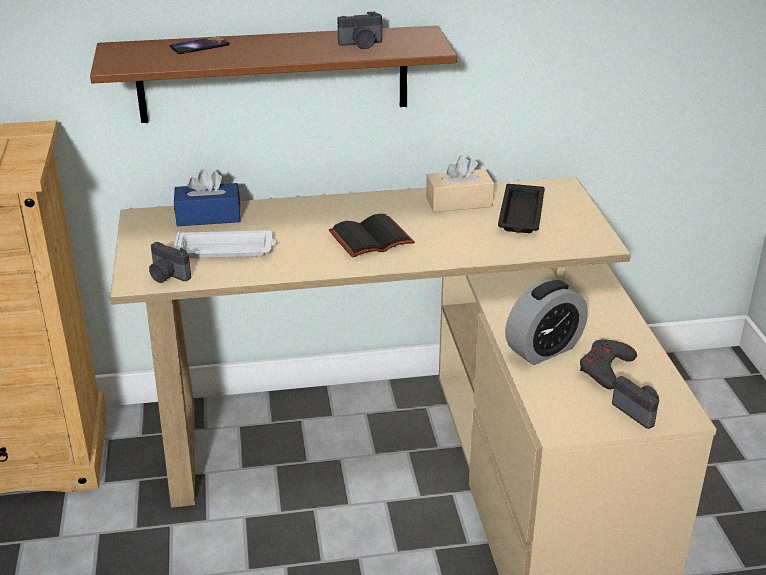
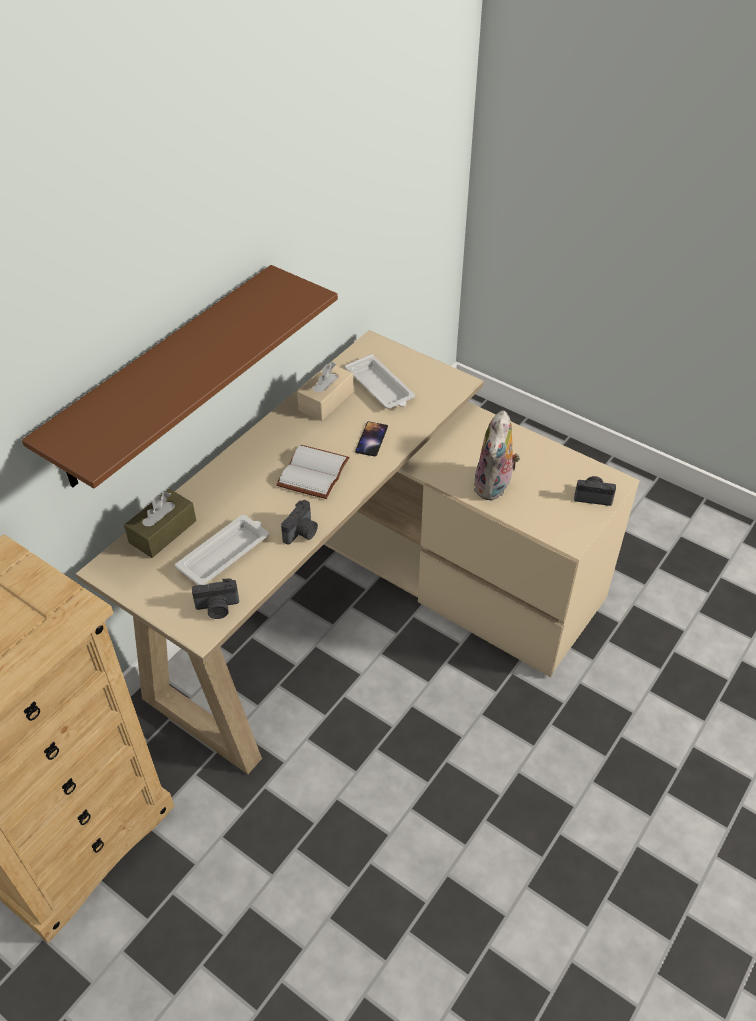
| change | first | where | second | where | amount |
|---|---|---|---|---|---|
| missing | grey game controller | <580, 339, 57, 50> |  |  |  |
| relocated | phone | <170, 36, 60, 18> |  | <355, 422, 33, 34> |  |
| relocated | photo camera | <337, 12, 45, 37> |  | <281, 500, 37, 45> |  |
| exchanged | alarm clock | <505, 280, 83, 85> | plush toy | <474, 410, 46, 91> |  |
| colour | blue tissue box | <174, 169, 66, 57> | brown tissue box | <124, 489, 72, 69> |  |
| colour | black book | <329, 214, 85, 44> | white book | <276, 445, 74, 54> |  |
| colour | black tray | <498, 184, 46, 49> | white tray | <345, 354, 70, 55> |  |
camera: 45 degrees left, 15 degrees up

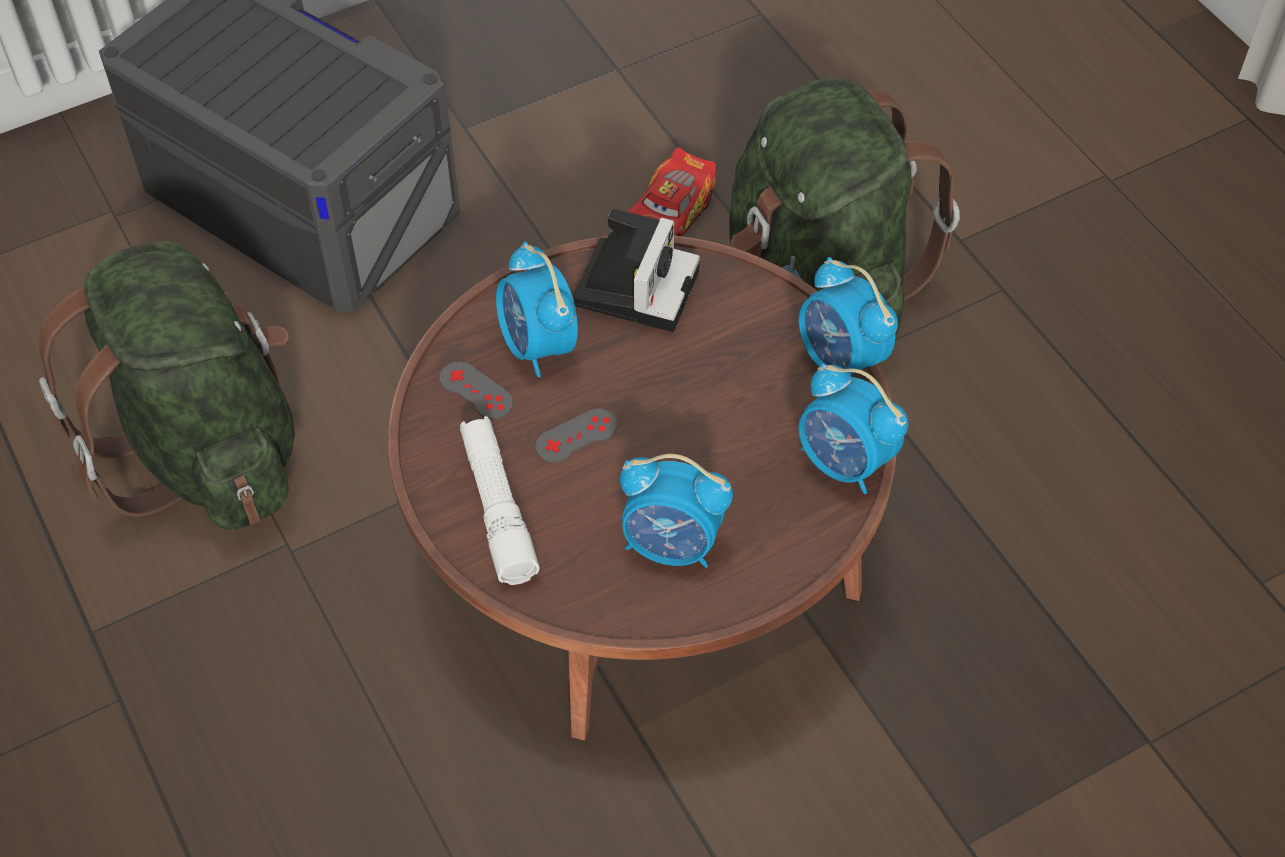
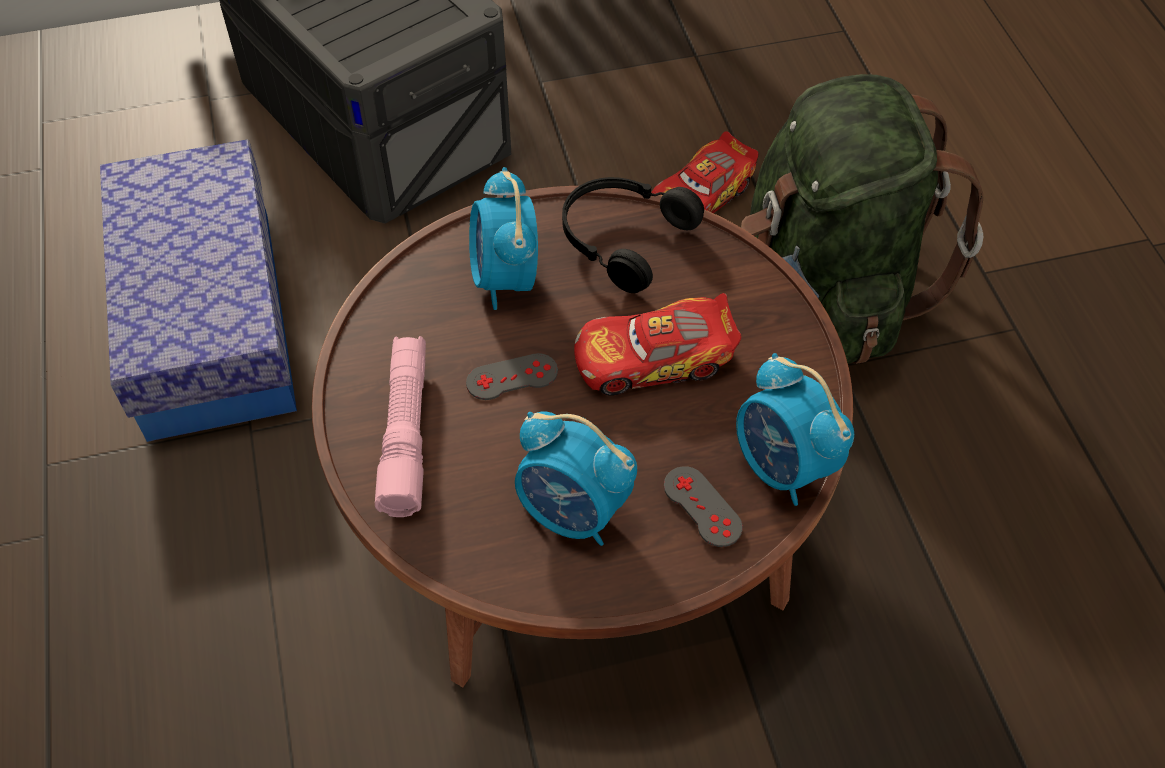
| change | first | where | second | where | amount |
|---|---|---|---|---|---|
| missing | alarm clock | <799, 257, 99, 119> |  |  |  |
| appeared |  |  | toy car | <574, 293, 167, 102> |  |
| relocated | grey game controller | <439, 362, 74, 57> |  | <664, 466, 79, 81> |  |
| exchanged | green backpack | <38, 241, 257, 289> | storage box | <100, 139, 197, 303> |  |
| exchanged | photo camera | <573, 209, 127, 123> | black headphones | <562, 177, 142, 116> |  |
| colour | white flashlight | <460, 416, 80, 169> | pink flashlight | <375, 336, 51, 181> |  |
camera: 15 degrees right, 0 degrees up

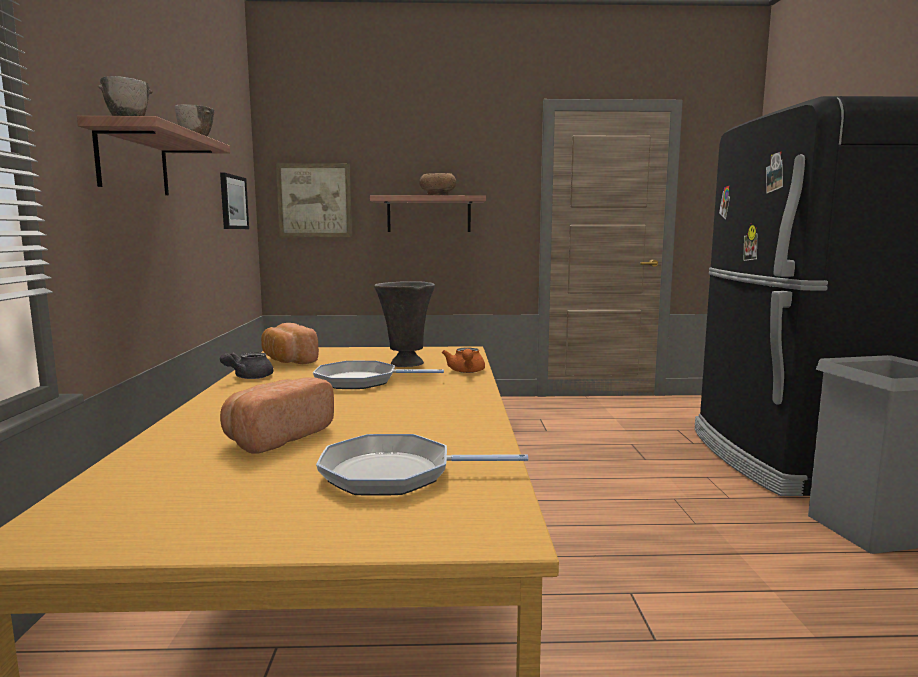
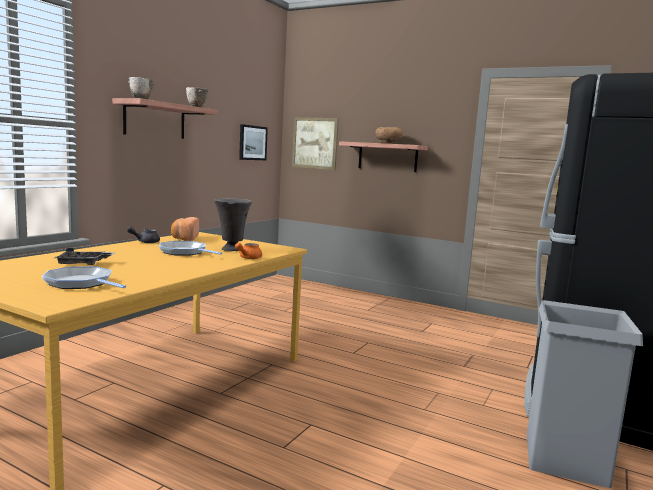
| change | first | where | second | where | amount |
|---|---|---|---|---|---|
| exchanged | bread | <220, 377, 114, 77> | grey tray | <54, 248, 62, 17> |  |
camera: 30 degrees right, 0 degrees up

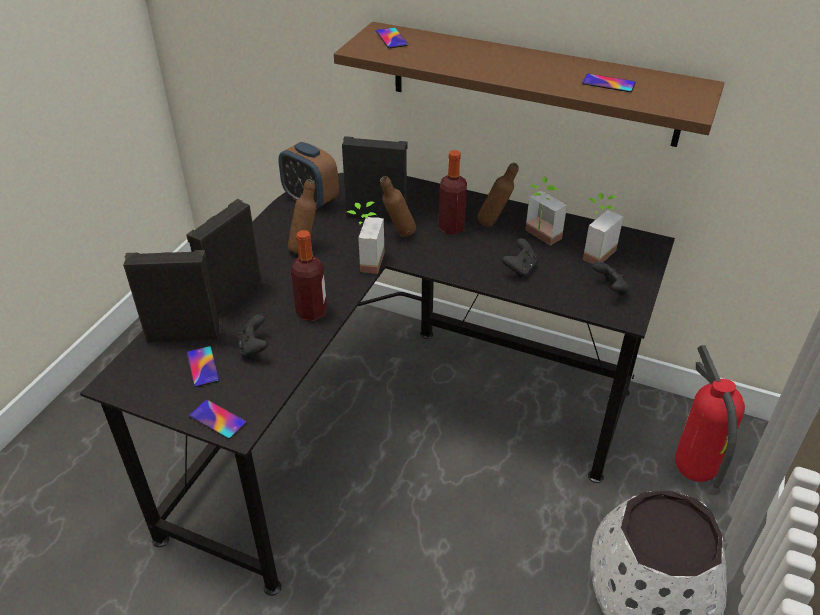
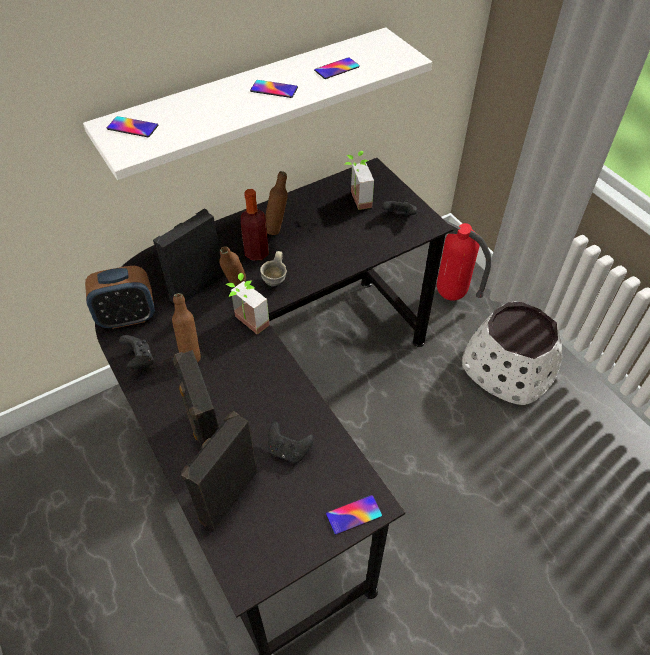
| change | first | where | second | where | amount |
|---|---|---|---|---|---|
| missing | bottle | <291, 230, 36, 91> |  |  |  |
| missing | potted plant | <525, 177, 42, 69> |  |  |  |
| appeared |  |  | grey mug | <260, 251, 27, 36> |  |
| relocated | phone | <187, 346, 32, 41> |  | <250, 80, 48, 18> |  |
| relocated | black game controller | <502, 238, 35, 39> |  | <119, 335, 35, 34> |  |
| colour | brown shelf | <334, 22, 391, 125> | white shelf | <83, 27, 349, 153> |  |
camera: 55 degrees left, 10 degrees up

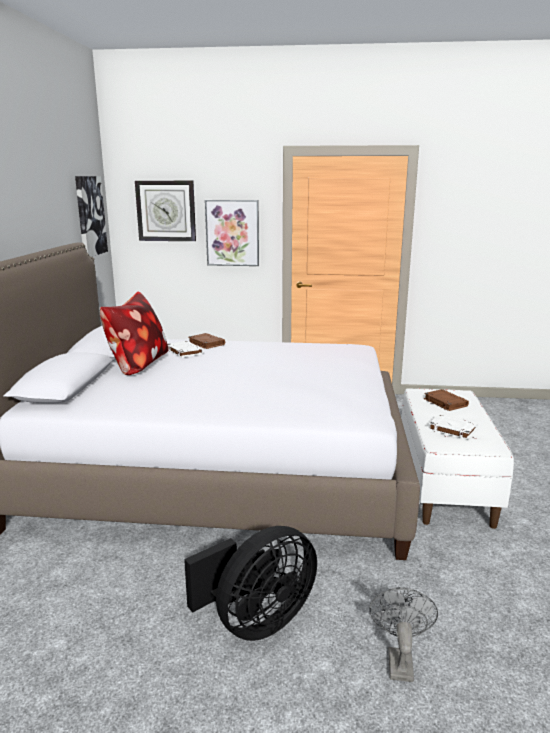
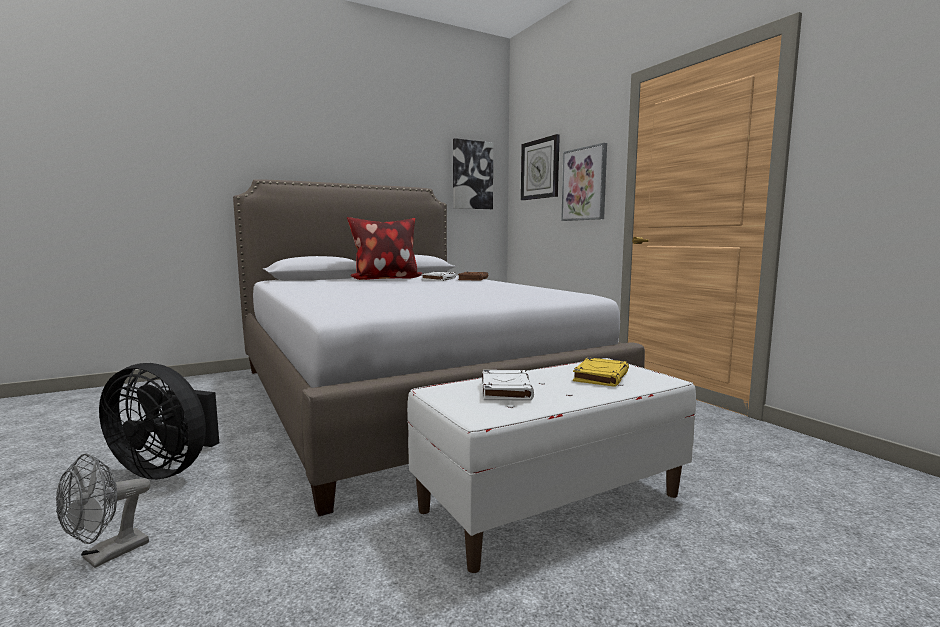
| change | first | where | second | where | amount |
|---|---|---|---|---|---|
| colour | brown book | <424, 389, 45, 22> | yellow book | <573, 357, 56, 30> |  |
| spun | grey fan | <369, 587, 69, 95> |  | <56, 454, 95, 114> | 150 degrees clockwise |
camera: 55 degrees right, 10 degrees down

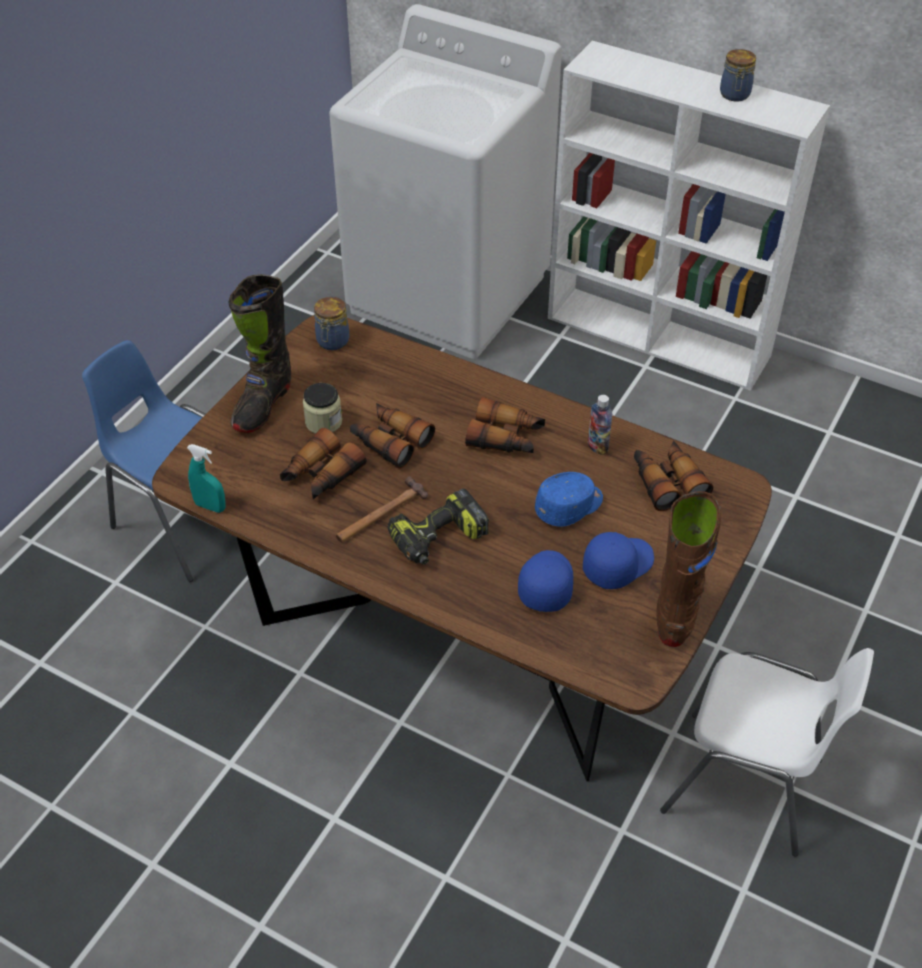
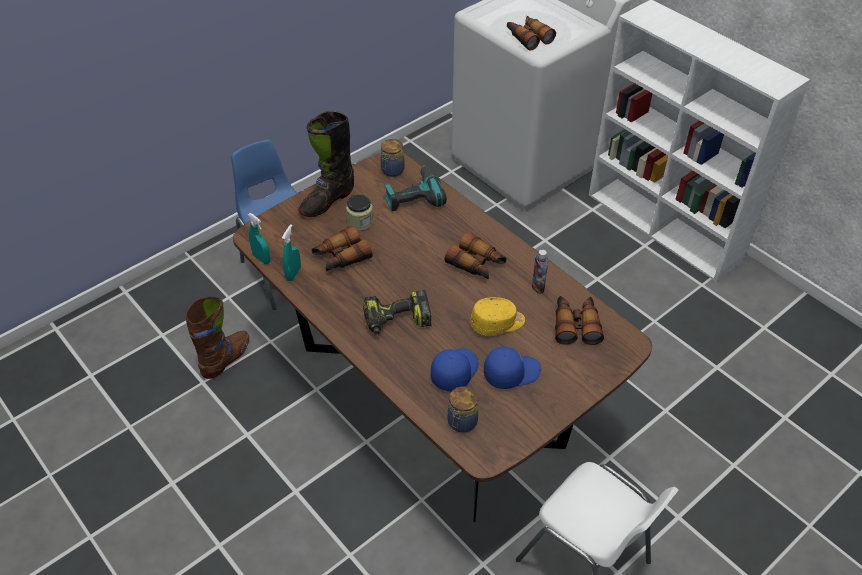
| change | first | where | second | where | amount |
|---|---|---|---|---|---|
| missing | hammer | <336, 476, 92, 67> |  |  |  |
| appeared |  |  | turquoise spray bottle | <282, 224, 19, 57> |  |
| appeared |  |  | power drill | <384, 165, 63, 46> |  |
| relocated | binoculars | <350, 403, 85, 66> |  | <507, 16, 49, 35> |  |
| relocated | brown boot | <656, 491, 65, 156> |  | <186, 297, 63, 82> |  |
| relocated | jar | <720, 49, 36, 52> |  | <448, 386, 30, 47> |  |
| colour | blue cap | <535, 472, 68, 55> | yellow cap | <470, 297, 55, 39> |  |
camera: 20 degrees right, 0 degrees up

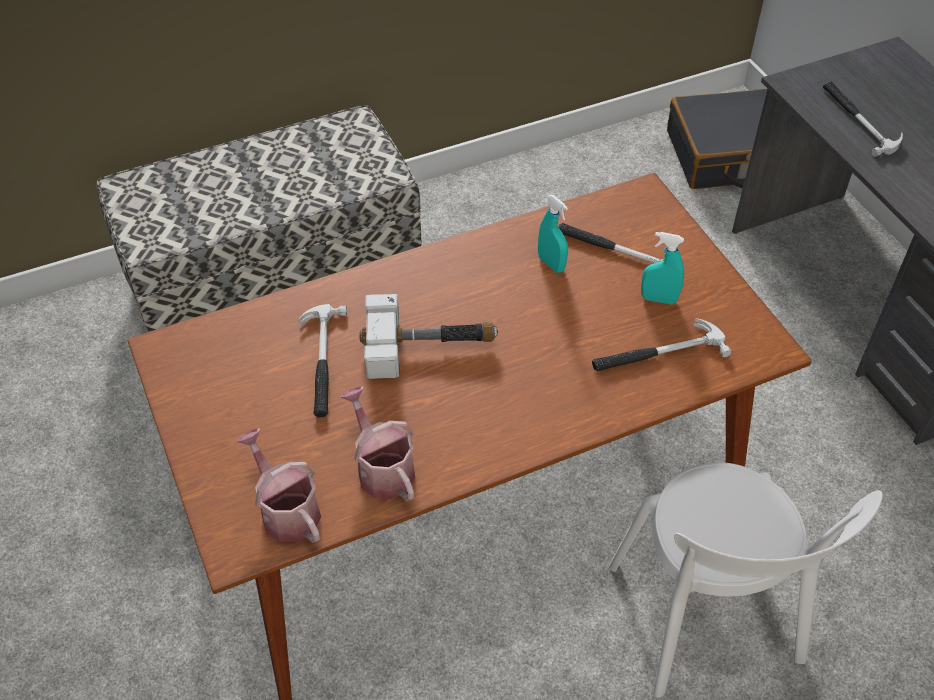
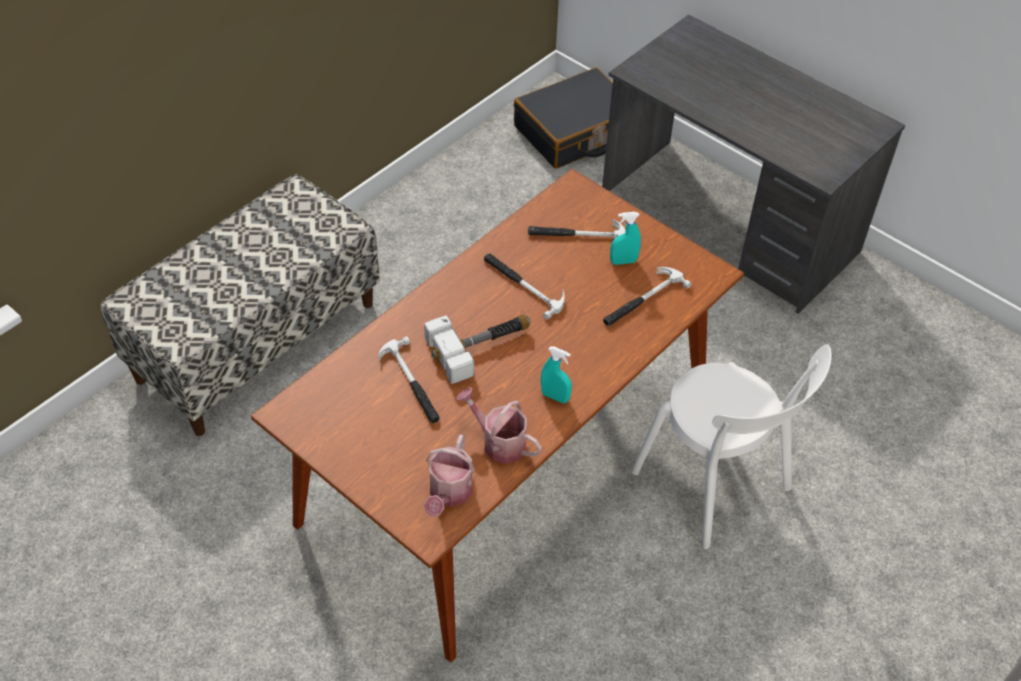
| change | first | where | second | where | amount |
|---|---|---|---|---|---|
| relocated | turquoise spray bottle | <538, 195, 30, 78> |  | <541, 346, 31, 57> |  |
| relocated | hammer | <823, 81, 80, 76> |  | <484, 253, 81, 67> |  |
| spun | watering can | <236, 428, 85, 115> |  | <424, 435, 51, 82> | 105 degrees counterclockwise |
camera: 25 degrees left, 0 degrees up

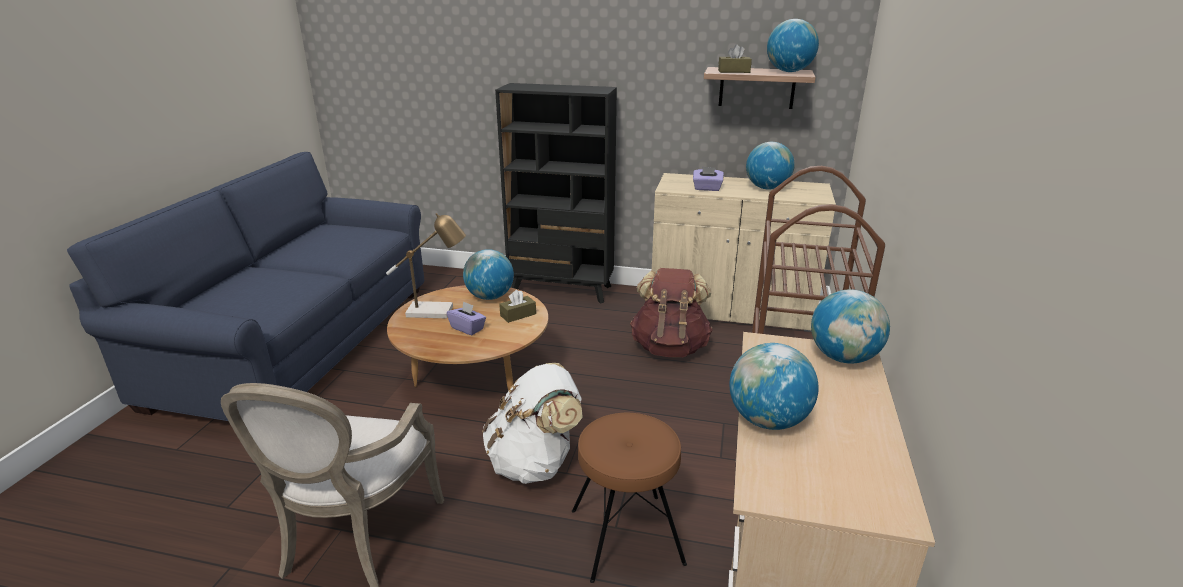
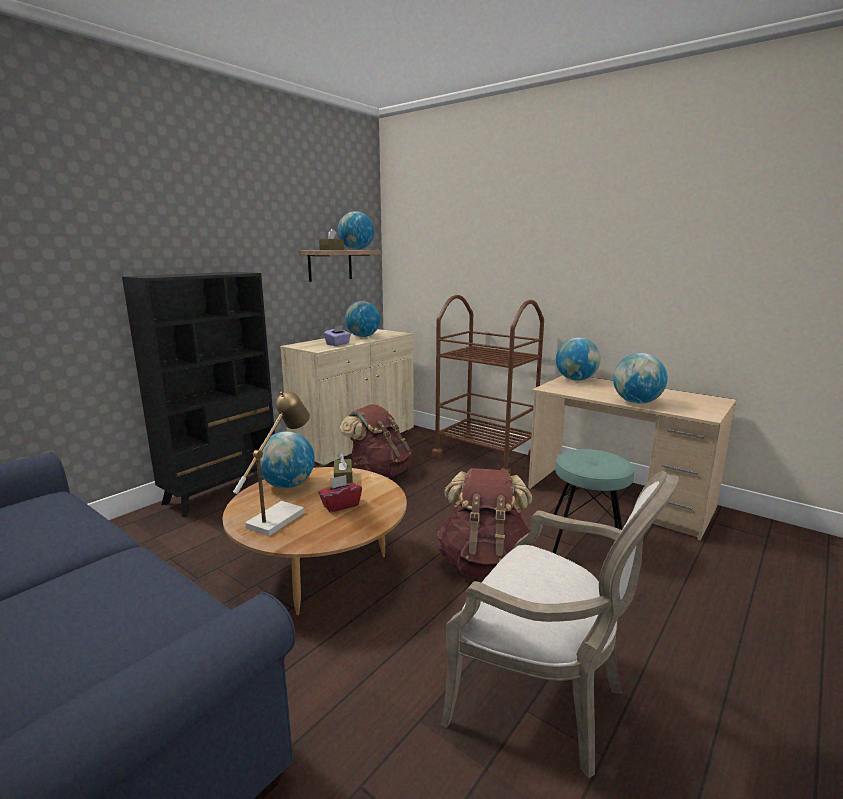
| change | first | where | second | where | amount |
|---|---|---|---|---|---|
| colour | purple tissue box | <447, 301, 39, 34> | red tissue box | <318, 475, 44, 37> |  |
| colour | white backpack | <482, 363, 101, 121> | brown backpack | <437, 468, 99, 111> |  |
| colour | brown stool | <572, 413, 115, 170> | turquoise stool | <552, 449, 82, 105> |  |
camera: 65 degrees left, 10 degrees down

